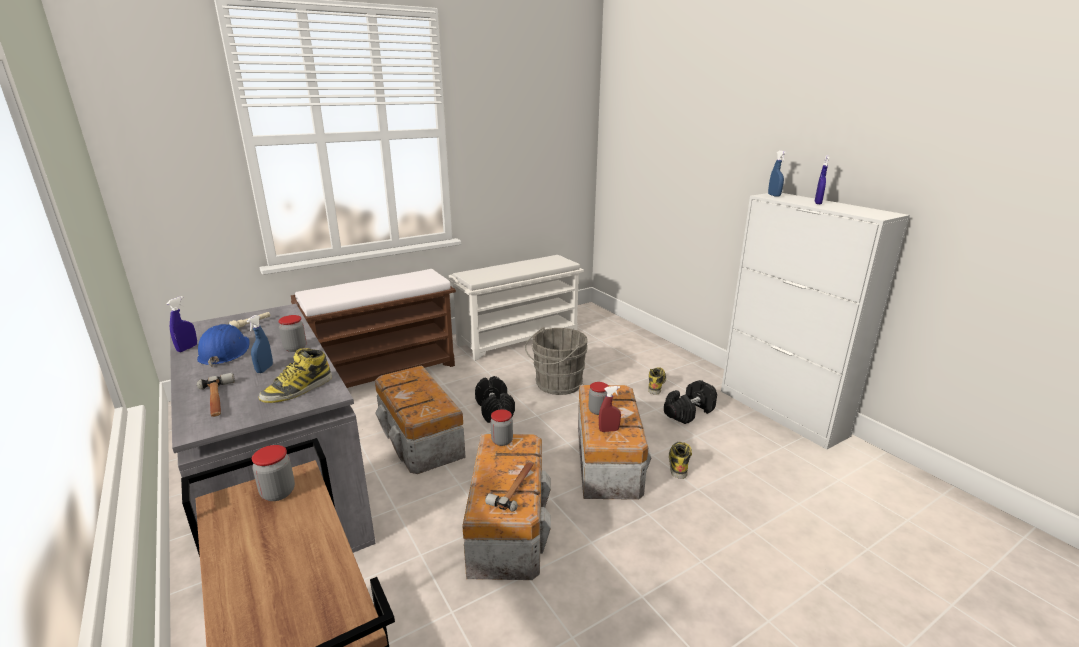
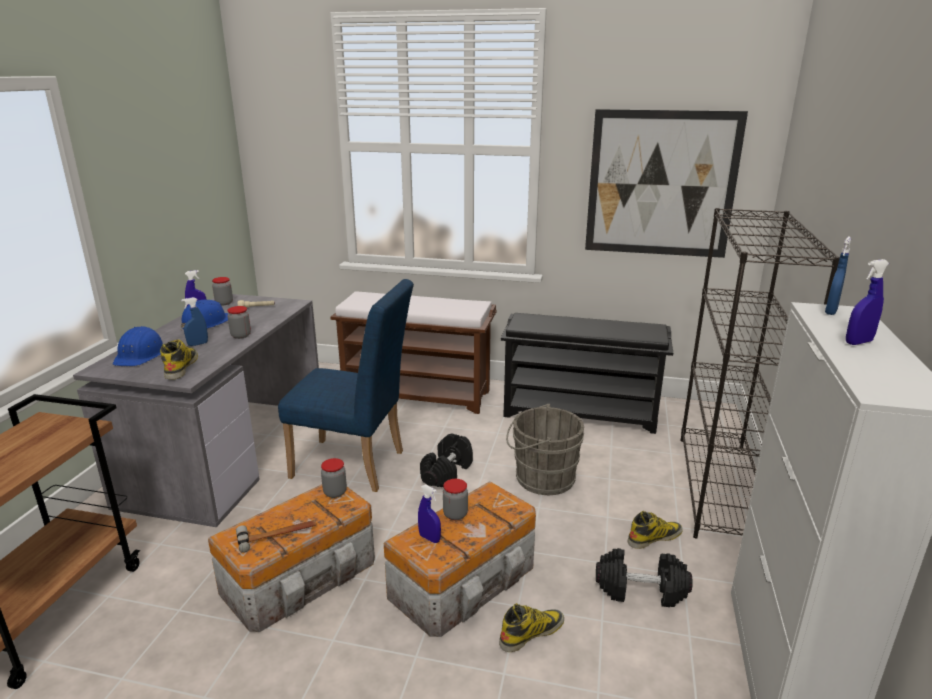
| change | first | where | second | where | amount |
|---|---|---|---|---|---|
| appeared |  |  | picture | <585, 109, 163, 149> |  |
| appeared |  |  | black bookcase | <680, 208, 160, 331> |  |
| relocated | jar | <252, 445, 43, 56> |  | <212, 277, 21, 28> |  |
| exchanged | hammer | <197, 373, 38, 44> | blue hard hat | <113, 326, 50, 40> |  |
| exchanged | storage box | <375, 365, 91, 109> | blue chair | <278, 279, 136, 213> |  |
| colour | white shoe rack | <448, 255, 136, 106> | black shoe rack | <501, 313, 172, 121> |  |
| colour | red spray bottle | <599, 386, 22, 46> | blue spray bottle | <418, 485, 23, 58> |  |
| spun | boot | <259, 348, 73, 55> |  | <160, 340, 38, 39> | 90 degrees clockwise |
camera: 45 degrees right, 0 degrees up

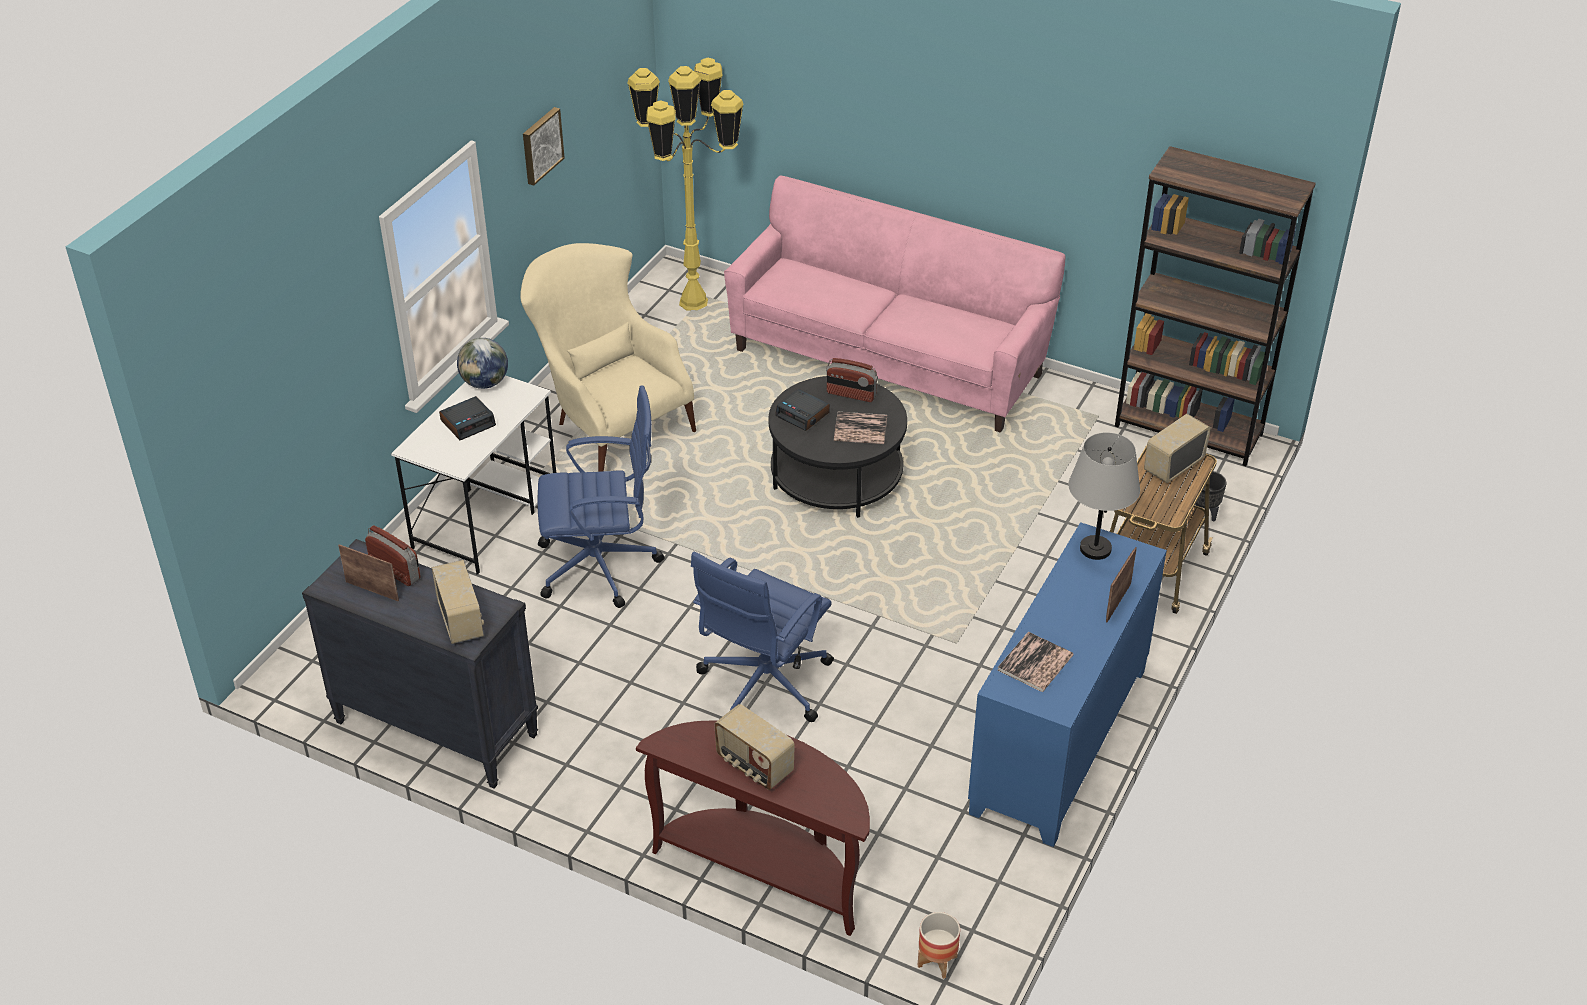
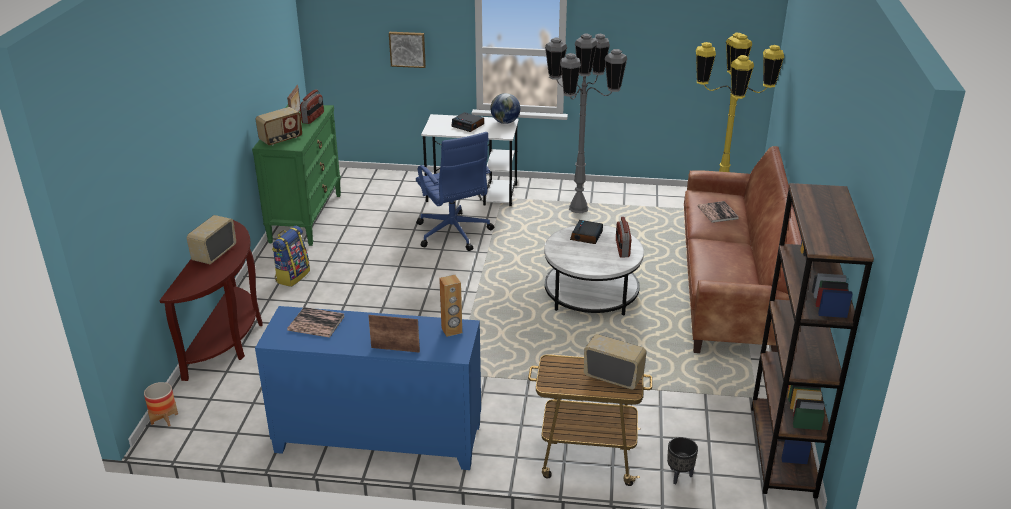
| change | first | where | second | where | amount |
|---|---|---|---|---|---|
| missing | blue office chair | <691, 552, 143, 170> |  |  |  |
| appeared |  |  | backpack | <272, 226, 38, 61> |  |
| relocated | picture | <523, 107, 42, 79> |  | <389, 32, 37, 36> |  |
| relocated | book | <834, 412, 53, 32> |  | <697, 201, 42, 22> |  |
| exchanged | beige armchair | <520, 243, 176, 229> | grey floor lamp | <545, 34, 82, 179> |  |
| exchanged | grey table lamp | <1068, 432, 72, 128> | brown speaker | <439, 275, 23, 62> |  |
| colour | black dresser | <302, 539, 236, 250> | green dresser | <252, 105, 89, 141> |  |
| colour | pink sofa | <724, 175, 341, 258> | brown sofa | <684, 146, 118, 207> |  |
| colour | black coffee table | <768, 376, 139, 142> | white coffee table | <544, 225, 100, 91> |  |
camera: 70 degrees right, 10 degrees down

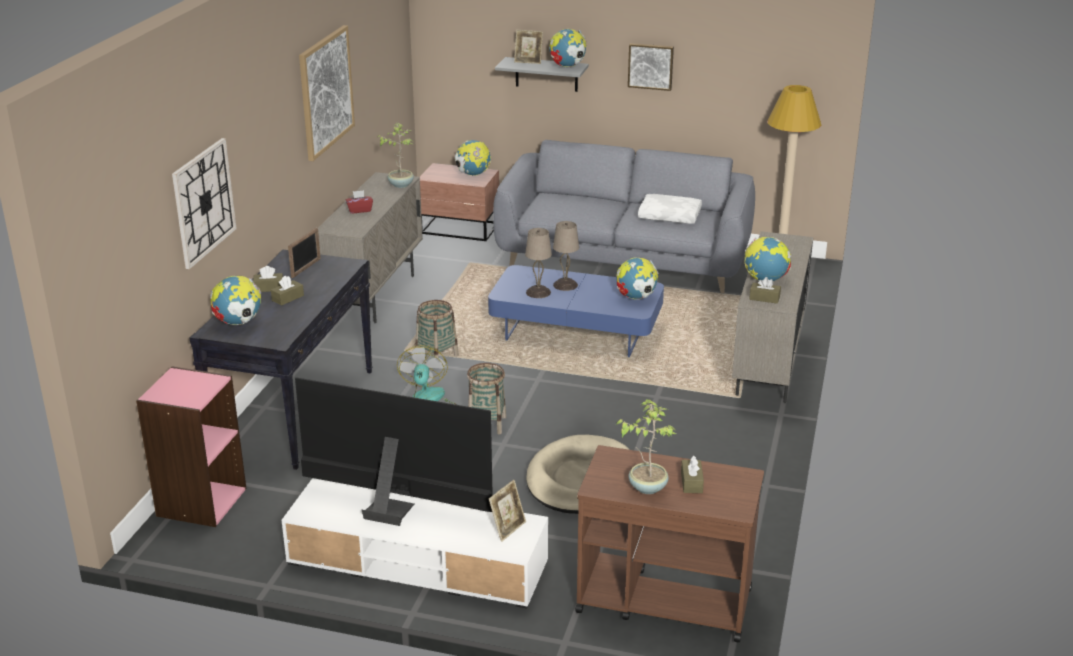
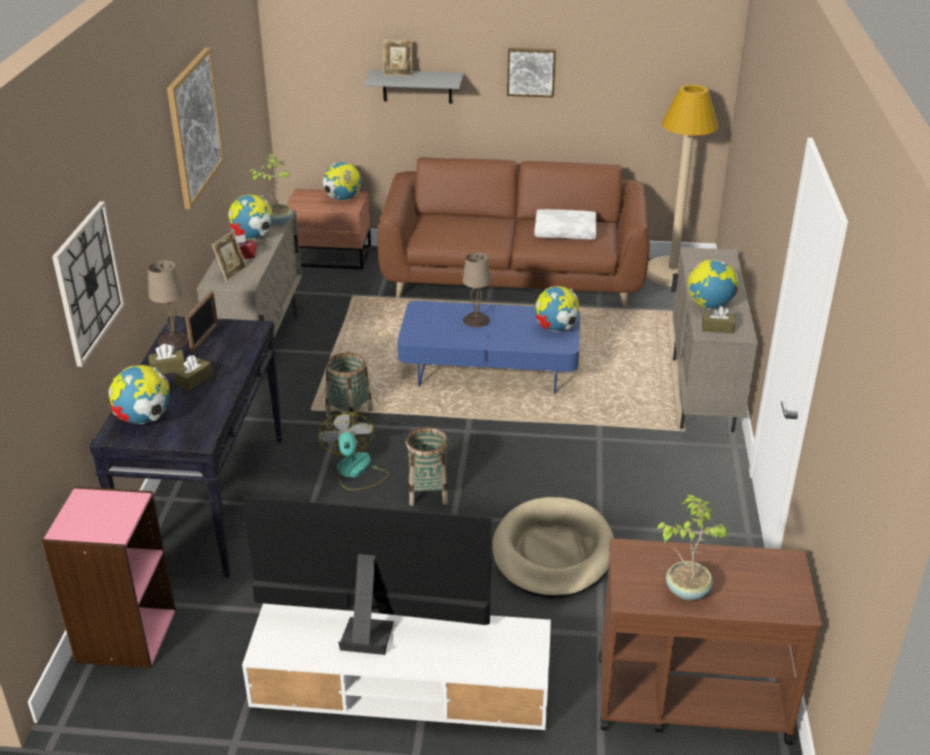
| change | first | where | second | where | amount |
|---|---|---|---|---|---|
| missing | brown tissue box | <681, 456, 23, 37> |  |  |  |
| relocated | picture frame | <489, 480, 37, 62> |  | <212, 231, 35, 51> |  |
| relocated | beige table lamp | <525, 228, 27, 70> |  | <148, 260, 41, 89> |  |
| relocated | globe | <549, 29, 38, 39> |  | <228, 195, 44, 45> |  |
| colour | grey sofa | <493, 140, 262, 153> | brown sofa | <377, 157, 273, 152> |  |
camera: 10 degrees left, 5 degrees up

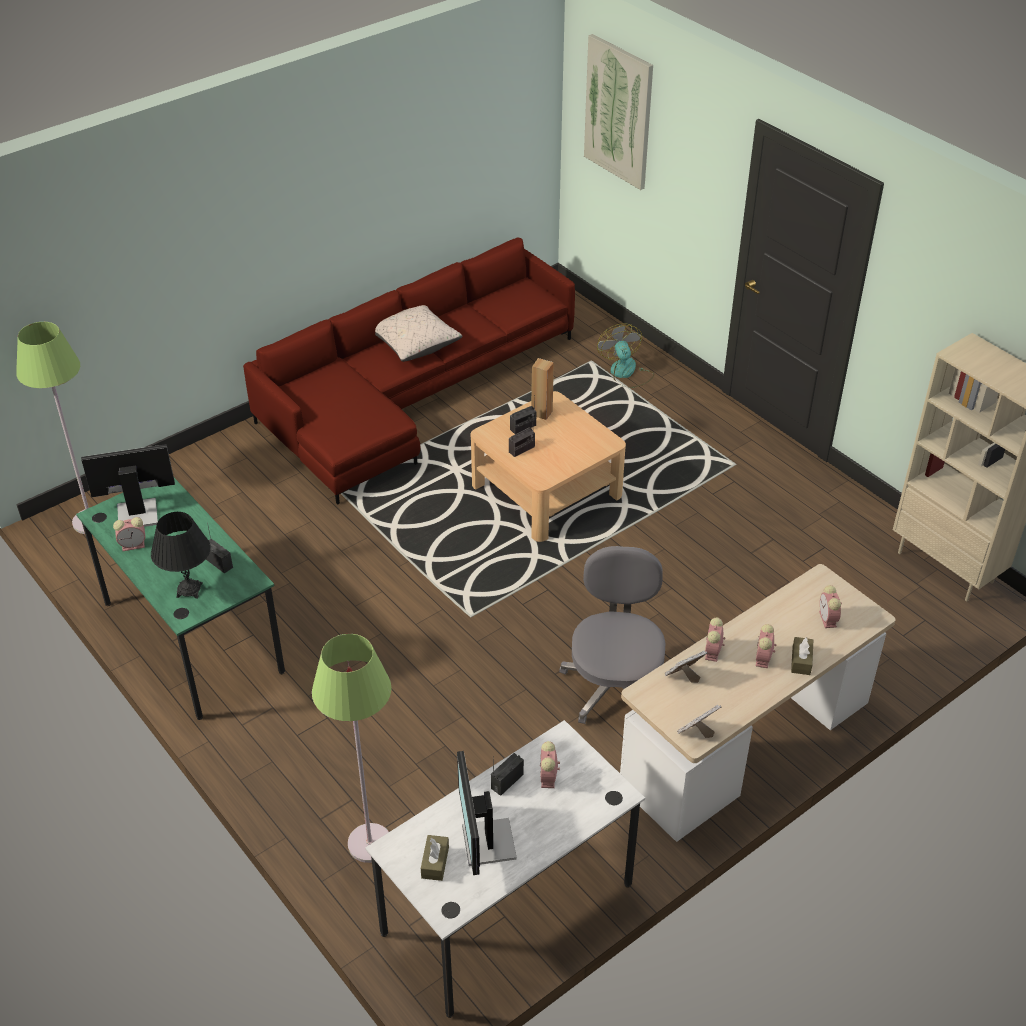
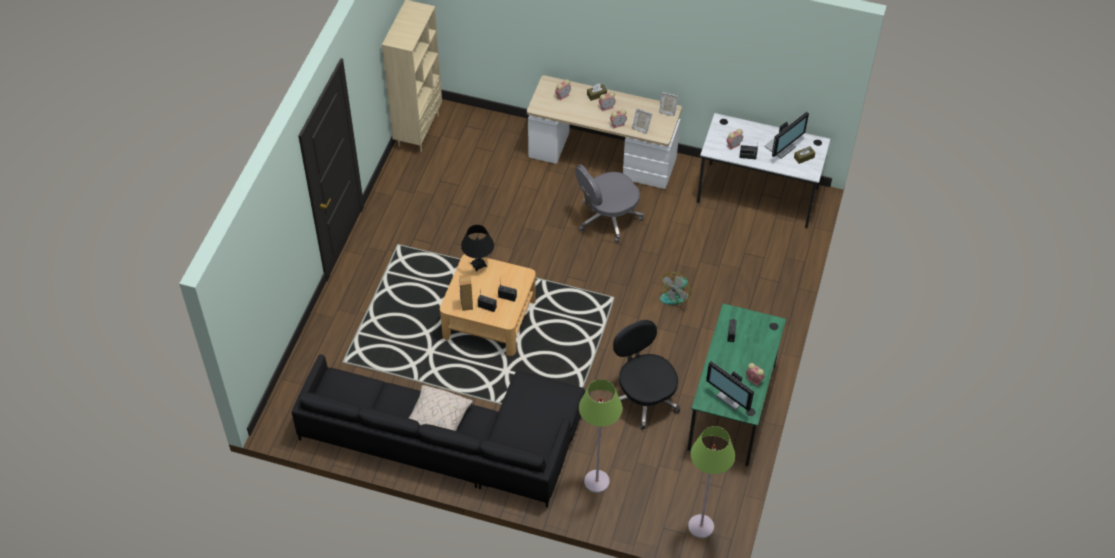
| change | first | where | second | where | amount |
|---|---|---|---|---|---|
| missing | picture | <584, 34, 69, 156> |  |  |  |
| appeared |  |  | black office chair | <613, 320, 67, 110> |  |
| relocated | black table lamp | <151, 512, 60, 87> |  | <461, 225, 33, 47> |  |
| relocated | green floor lamp | <312, 634, 80, 229> |  | <579, 379, 43, 114> |  |
| relocated | fan | <597, 324, 57, 64> |  | <660, 272, 32, 33> |  |
| colour | red sofa | <243, 237, 332, 268> | black sofa | <292, 355, 293, 153> |  |
camera: 125 degrees left, 10 degrees up

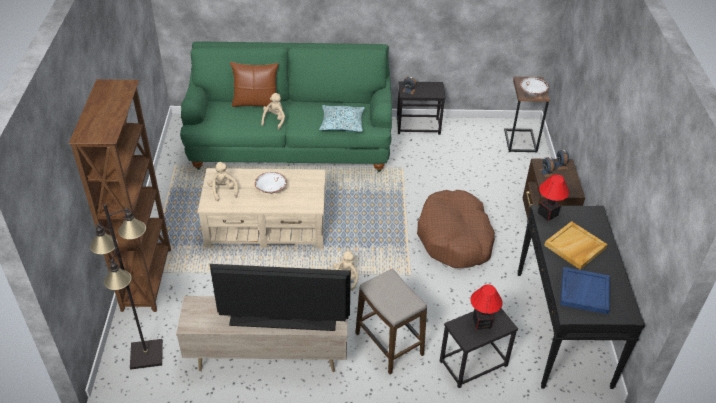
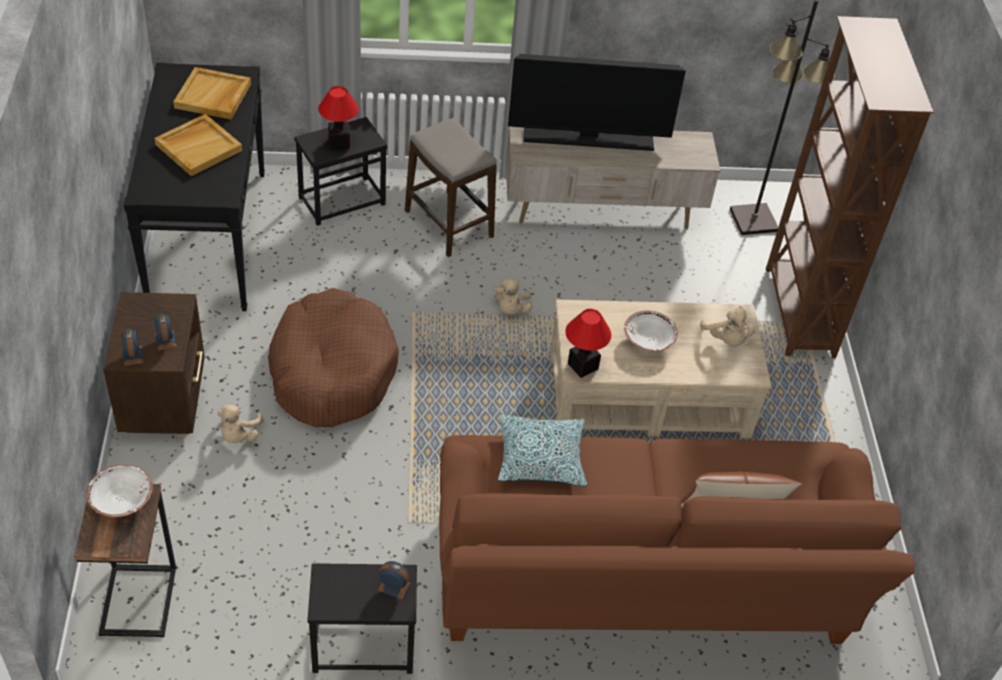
| change | first | where | second | where | amount |
|---|---|---|---|---|---|
| relocated | beige plush toy | <261, 93, 24, 36> |  | <218, 405, 46, 38> |  |
| relocated | table lamp | <538, 174, 31, 47> |  | <565, 309, 46, 69> |  |
| colour | green sofa | <180, 41, 212, 131> | brown sofa | <439, 435, 476, 209> |  |
| colour | blue tray | <560, 267, 50, 47> | beige tray | <173, 67, 78, 52> |  |
camera: 175 degrees right, 5 degrees up

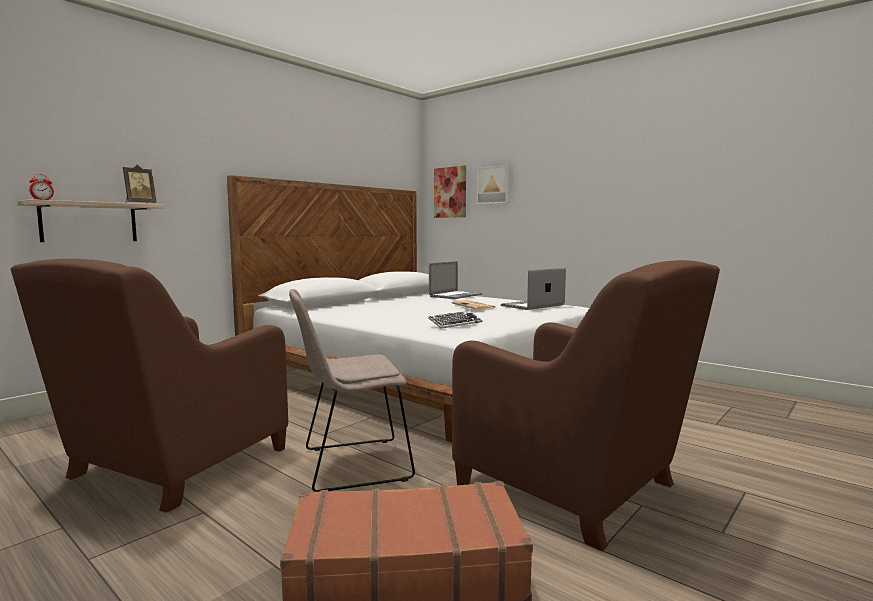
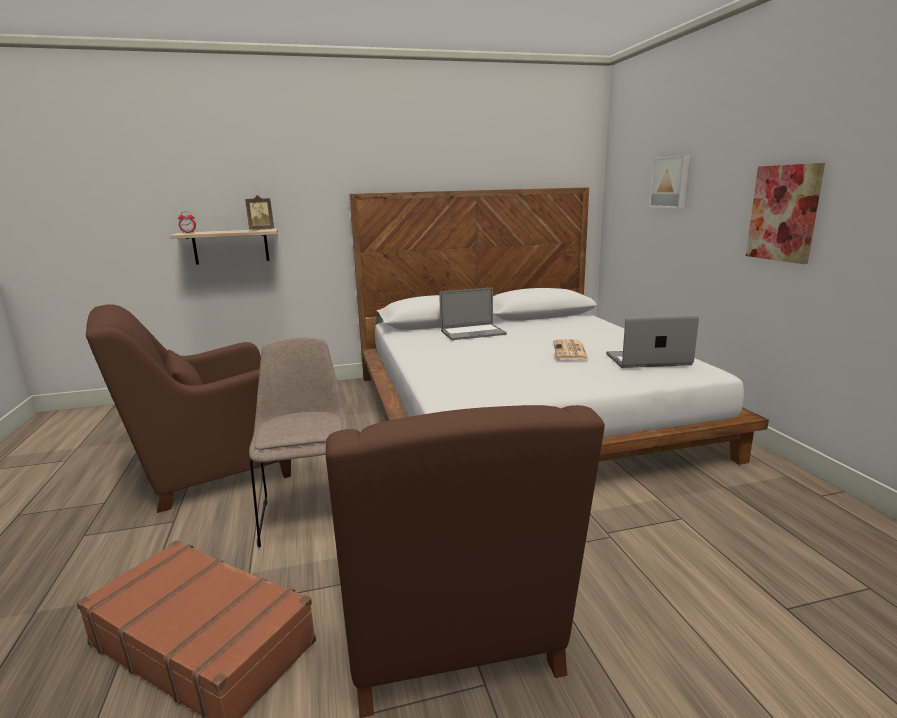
| change | first | where | second | where | amount |
|---|---|---|---|---|---|
| missing | keyboard | <428, 311, 55, 18> |  |  |  |
| relocated | laptop | <429, 261, 53, 38> |  | <439, 287, 68, 53> |  |
| relocated | picture | <434, 165, 32, 53> |  | <746, 163, 79, 101> |  |
| spun | beige chair | <289, 289, 126, 203> |  | <249, 338, 99, 210> | 60 degrees clockwise |
camera: 35 degrees right, 10 degrees up

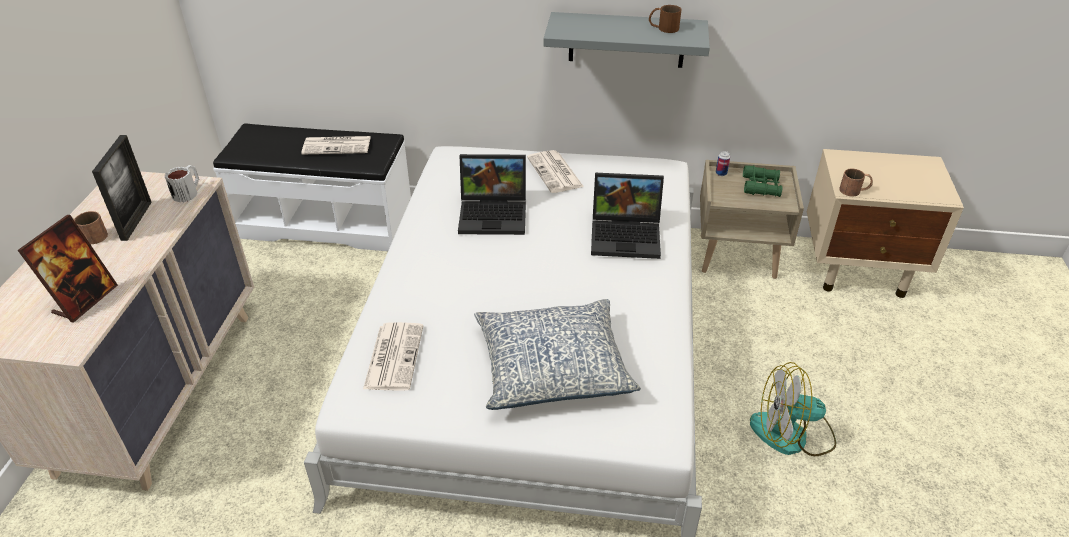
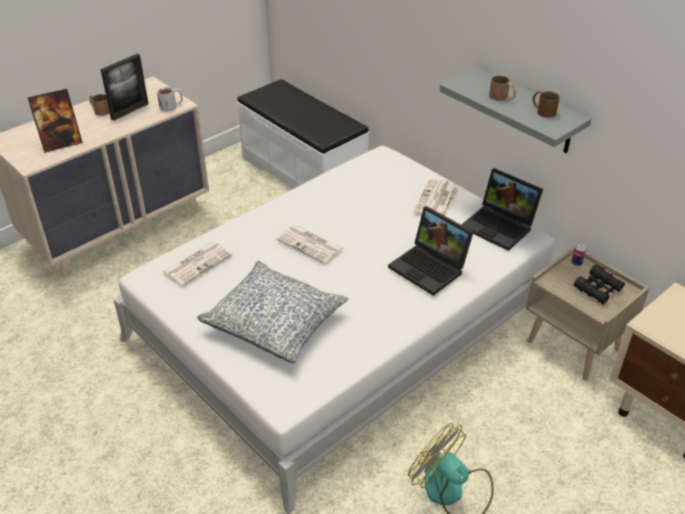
| change | first | where | second | where | amount |
|---|---|---|---|---|---|
| relocated | newspaper | <301, 136, 70, 18> |  | <276, 224, 69, 40> |  |
| relocated | laptop | <458, 154, 68, 81> |  | <461, 168, 82, 83> |  |
| relocated | brown mug | <839, 169, 34, 27> |  | <489, 75, 27, 26> |  |
| colour | green binoculars | <743, 165, 39, 32> | black binoculars | <574, 264, 51, 40> |  |
camera: 40 degrees right, 0 degrees up

